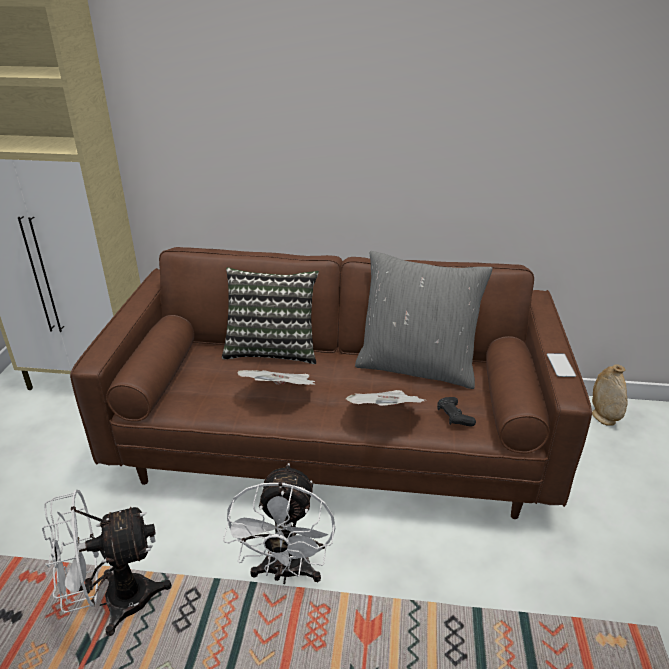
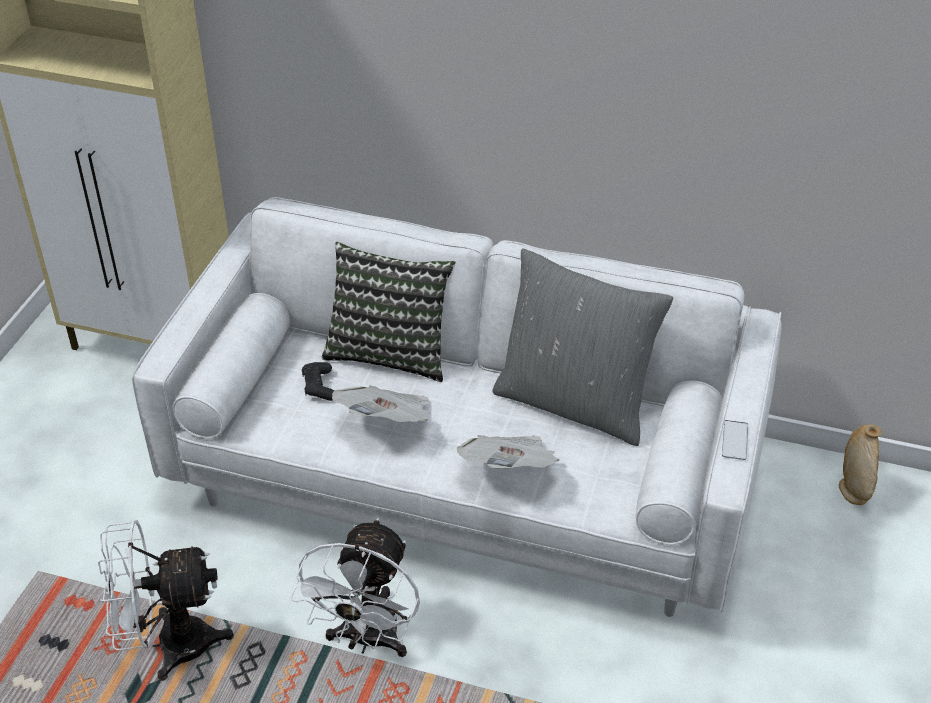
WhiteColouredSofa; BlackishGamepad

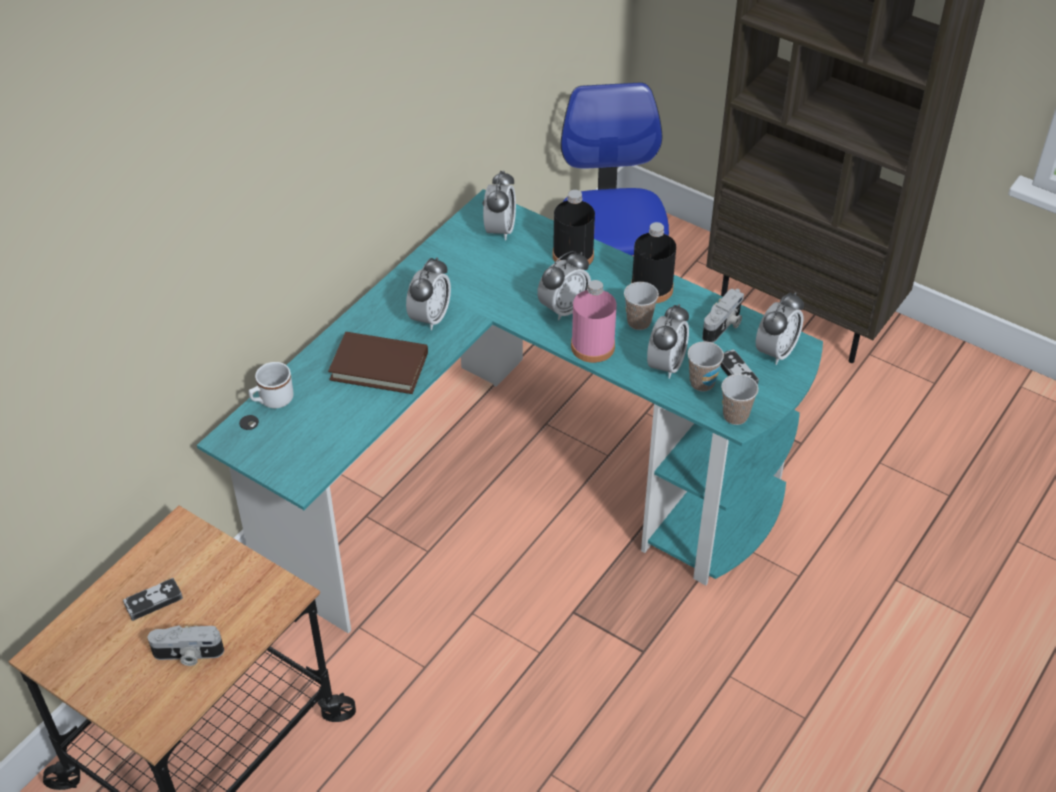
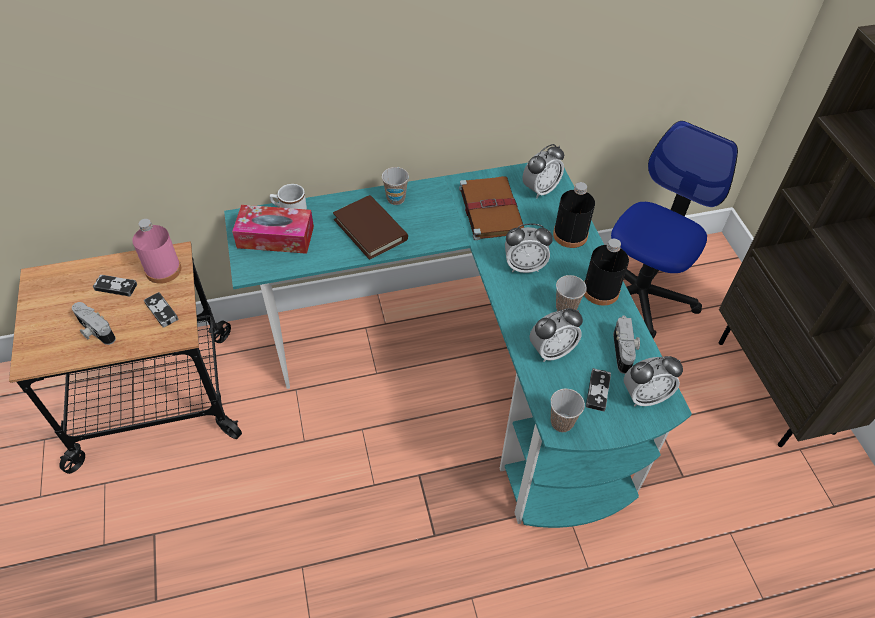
PinkColouredDrinkBottle; Gamepad (2nd from left); TissueBox; SmallCup (1st from left); BrownBoundBook (2nd from left); StillCamera (2nd from left); BedsideClock (1st from left in the first image)

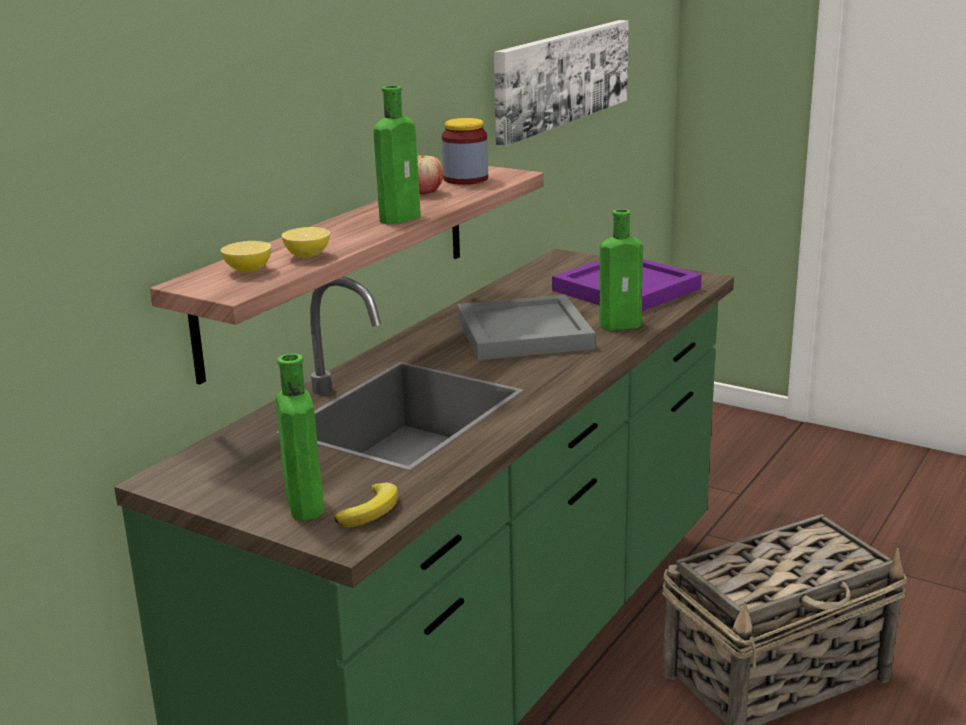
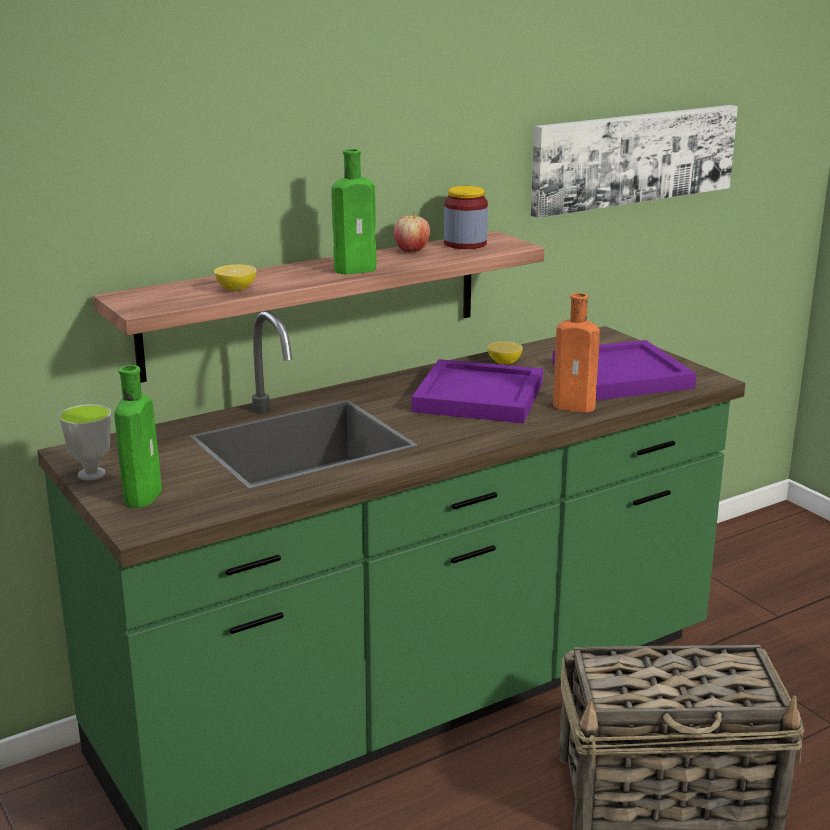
SmallCup; PurpleCarryingTray (1st from left); Lemon (2nd from left); OrangeyDrinkBottle; Banana

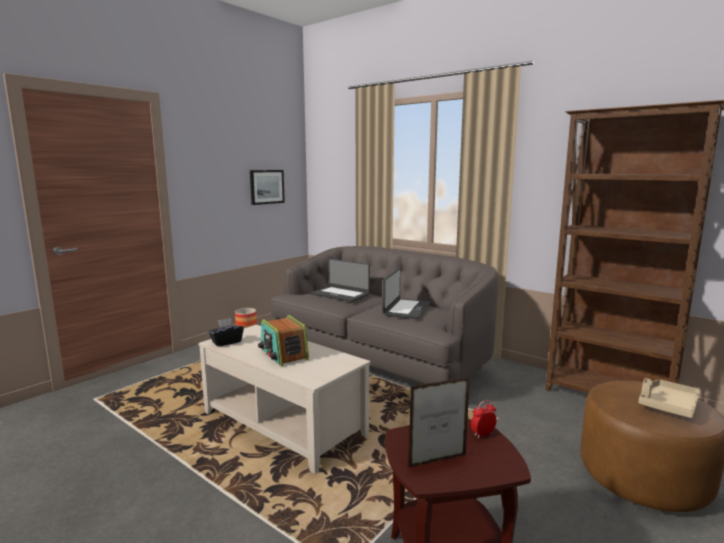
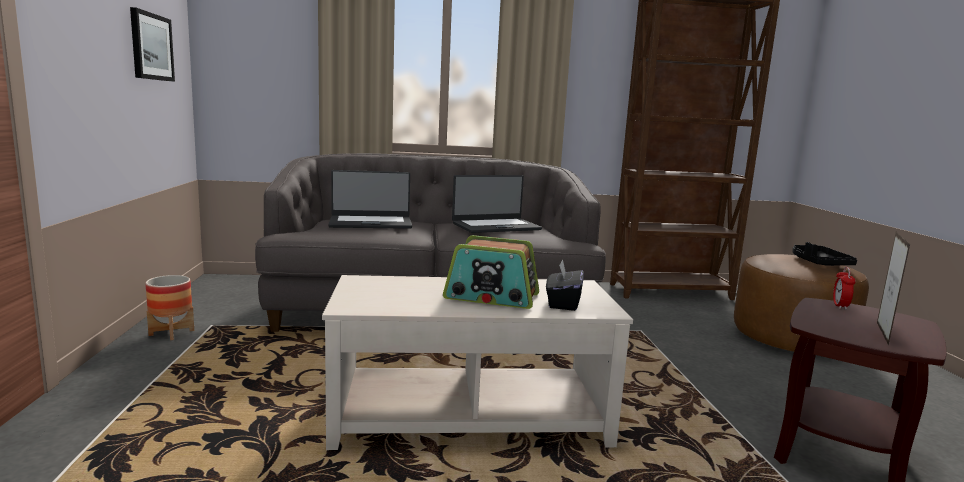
PortableComputer (2nd from left); BlackishTissueBox; BlackishCarryingTray

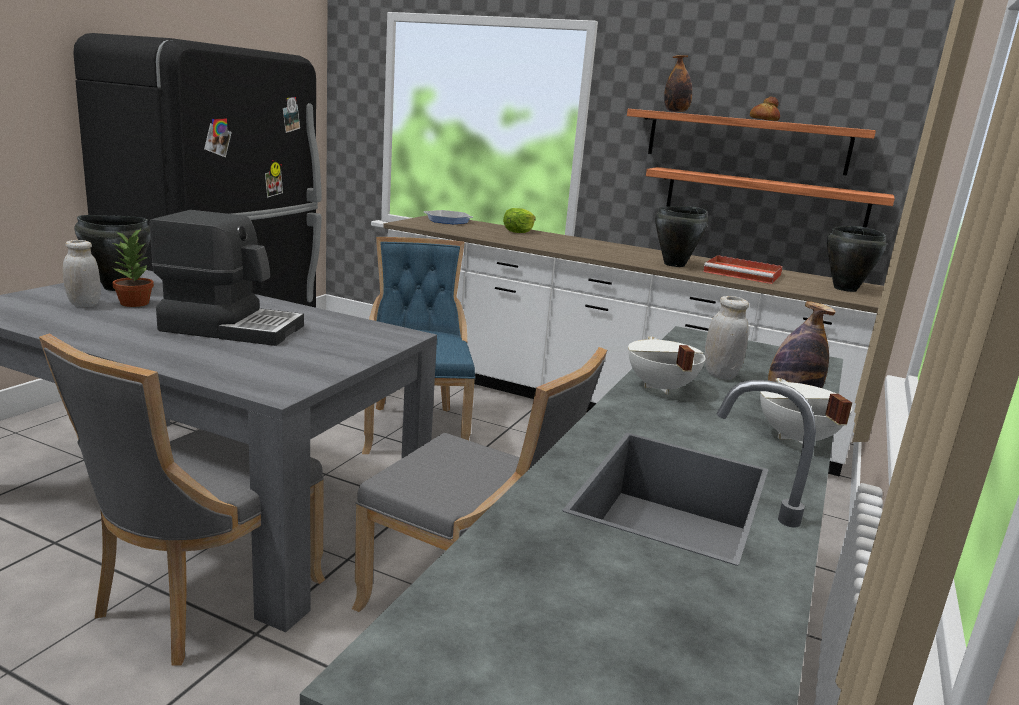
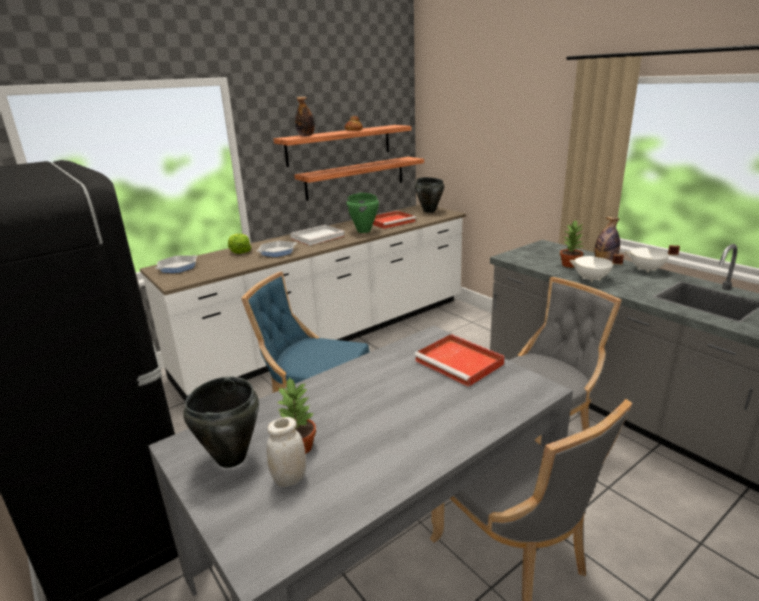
Skillet (2nd from left); WhiteColouredCarryingTray; GreenColouredCookingPot; ReddishCarryingTray (2nd from left); PlantInAPot (2nd from left); CoffeeMaker

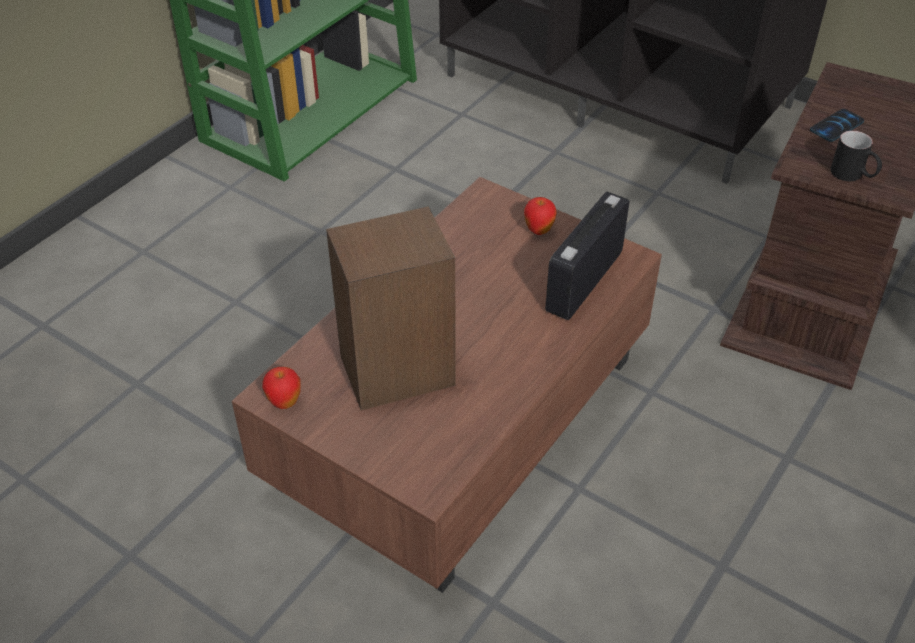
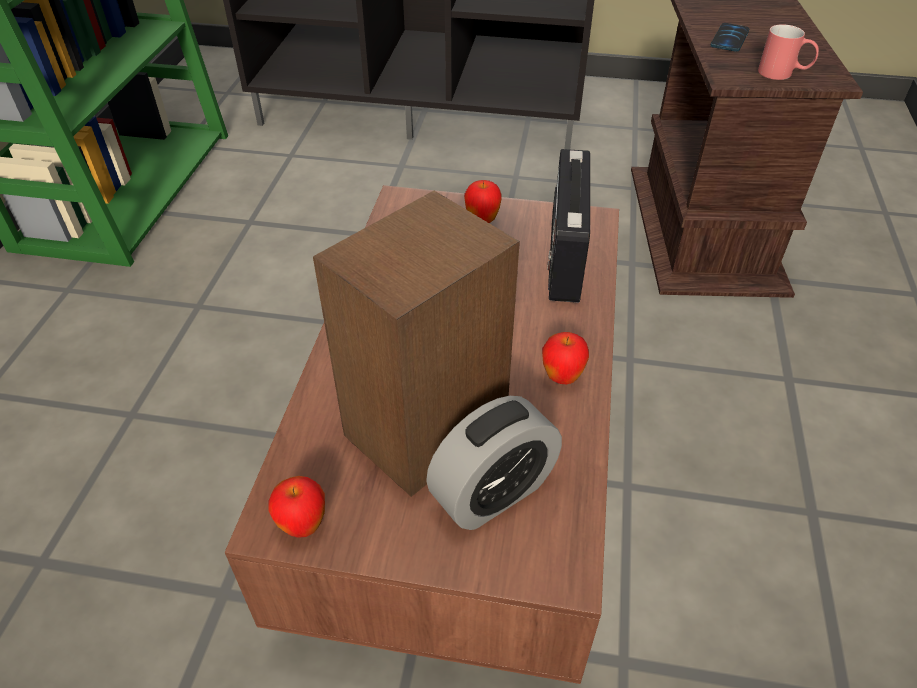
BedsideClock; Apple (3rd from left); ReddishMug

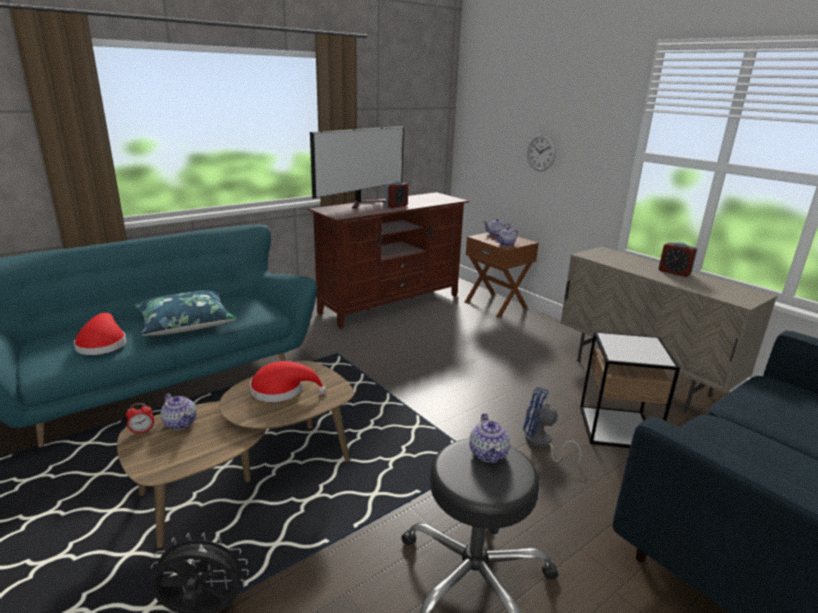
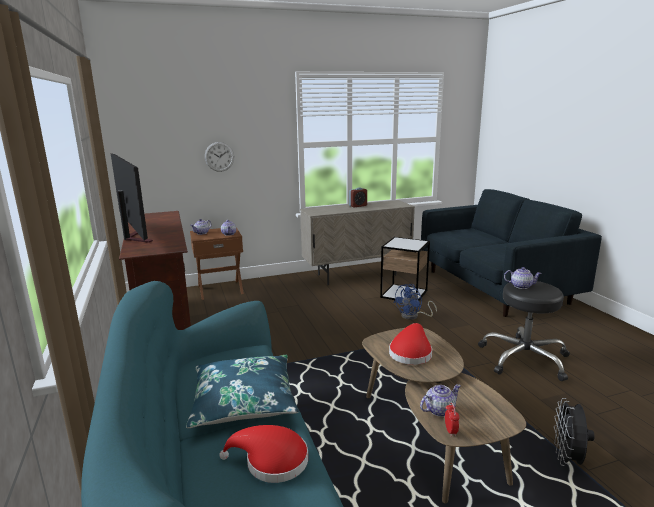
BedsideClock (2nd from left in the first image)

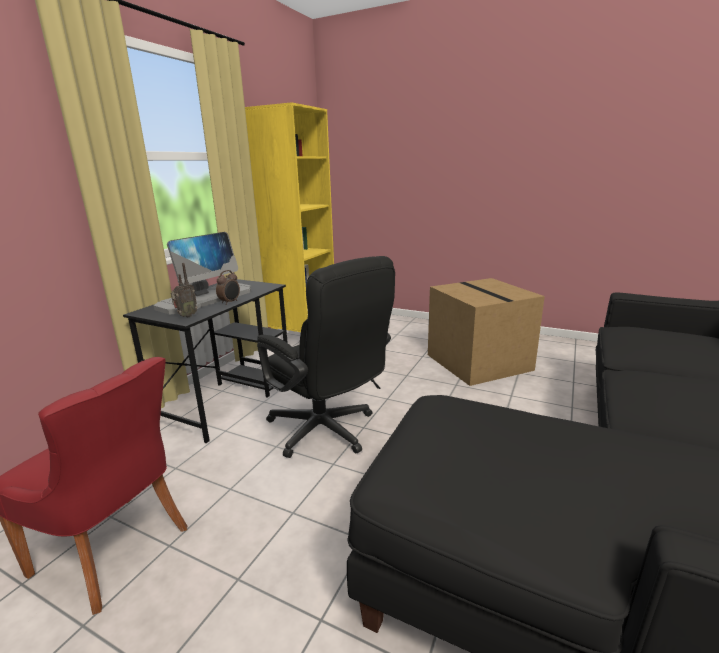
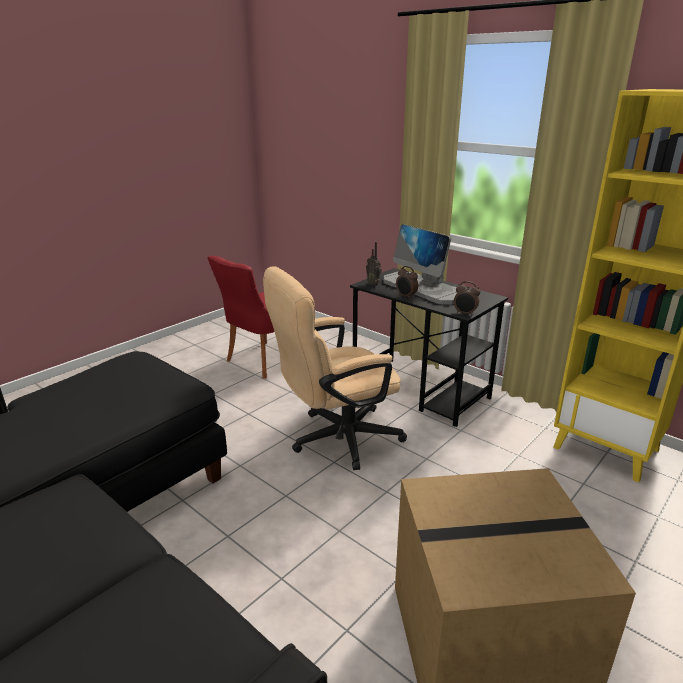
SandColouredDeskChair; BedsideClock (2nd from left)

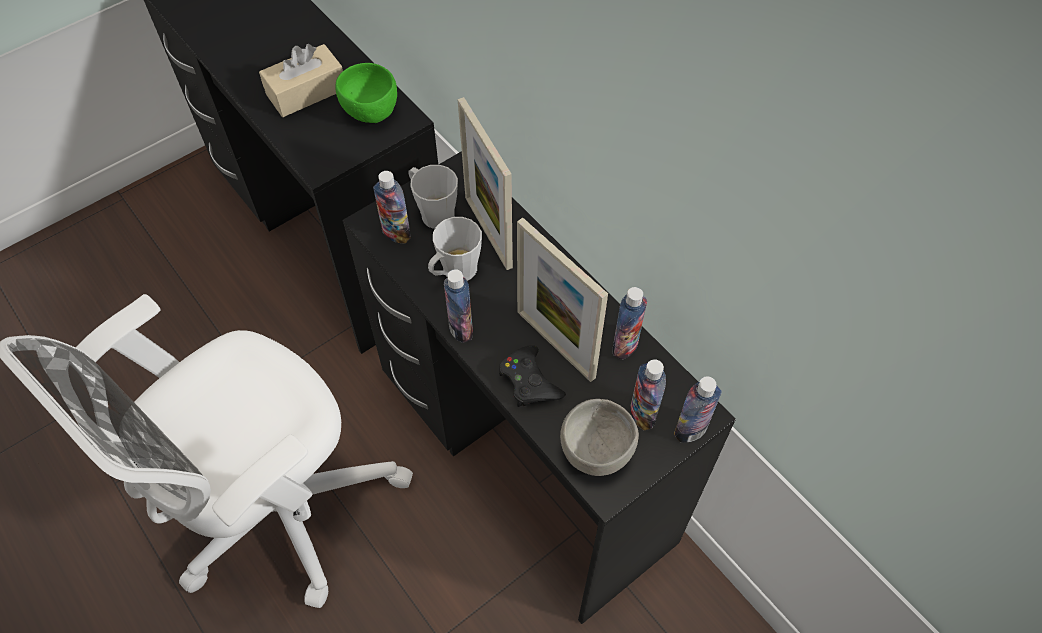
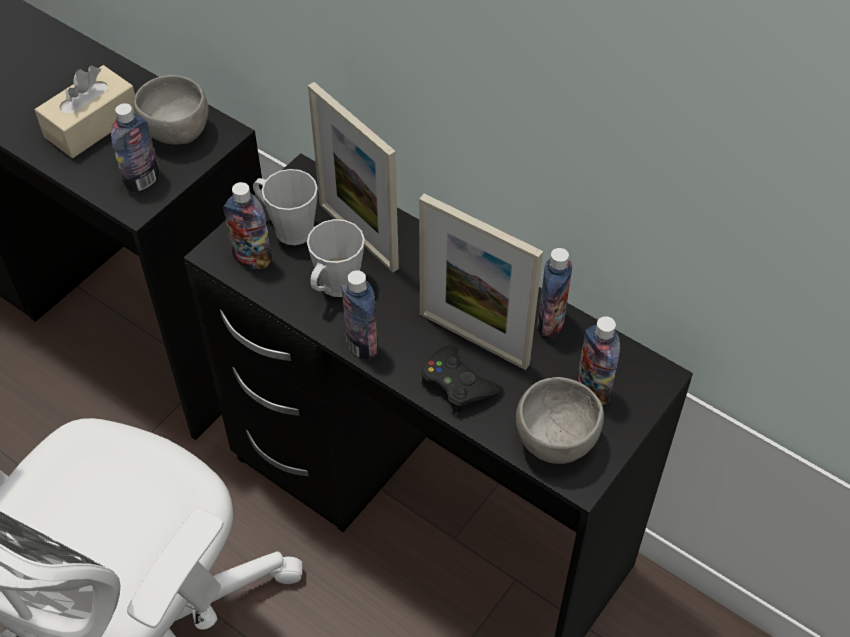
DrinkBottle (1st from left); GrayDeepDish (1st from left)

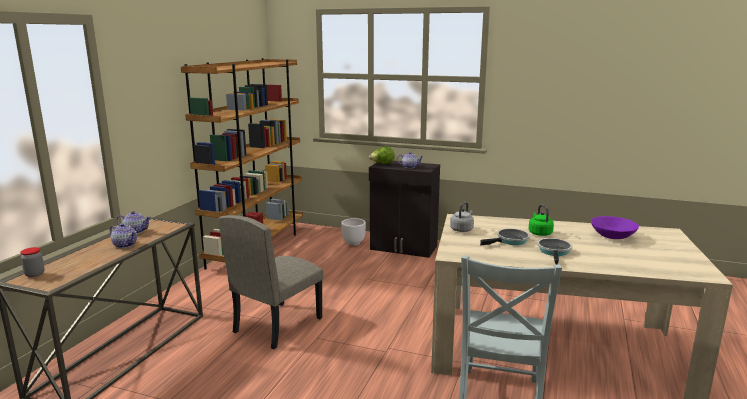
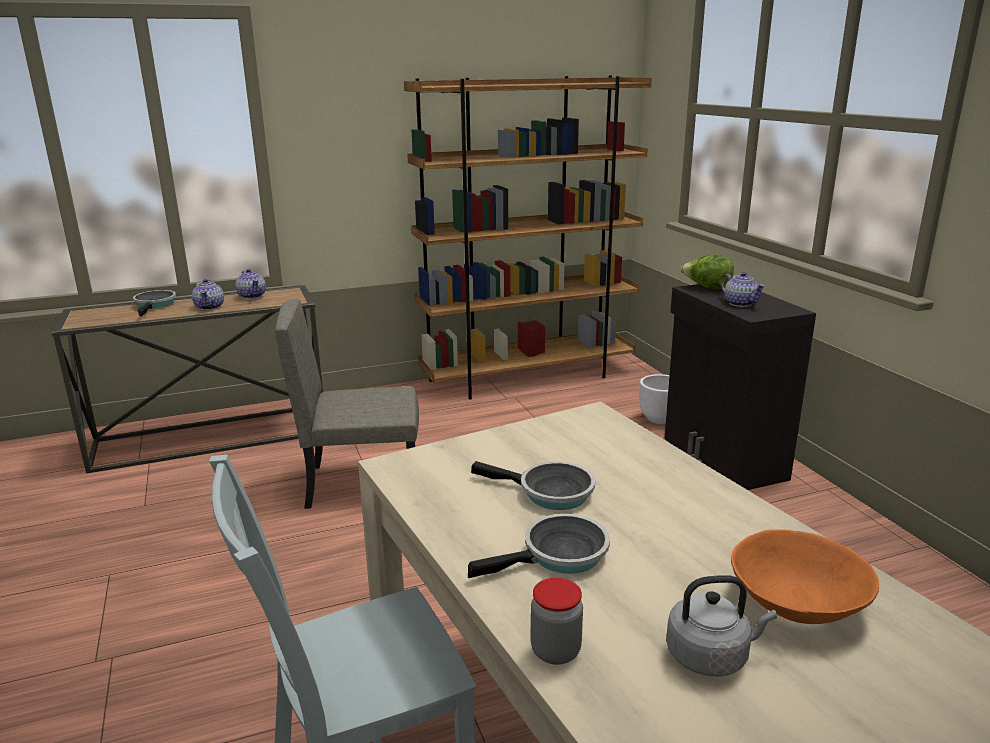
Skillet (1st from left); Jar; GrayKettle; OrangeyDeepDish; GreenColouredKettle

